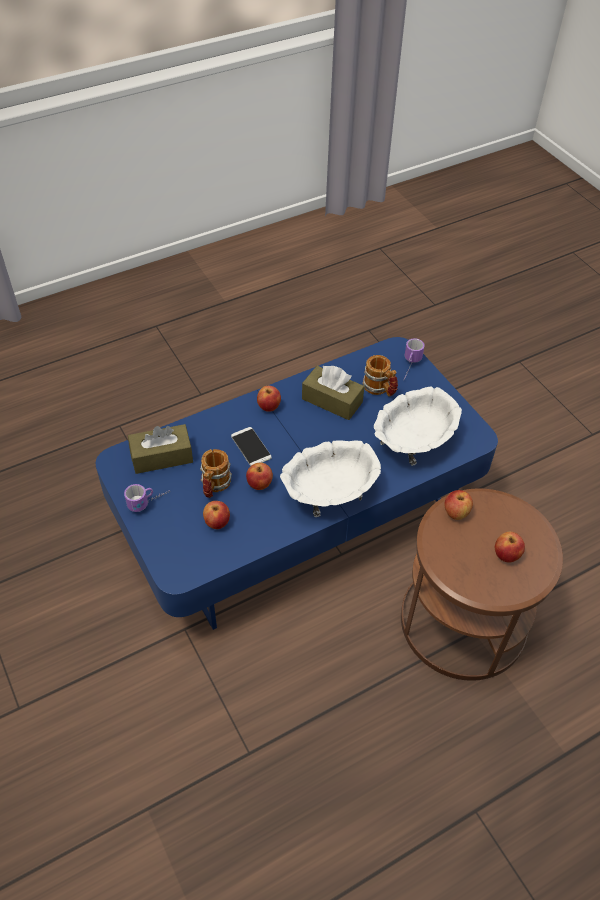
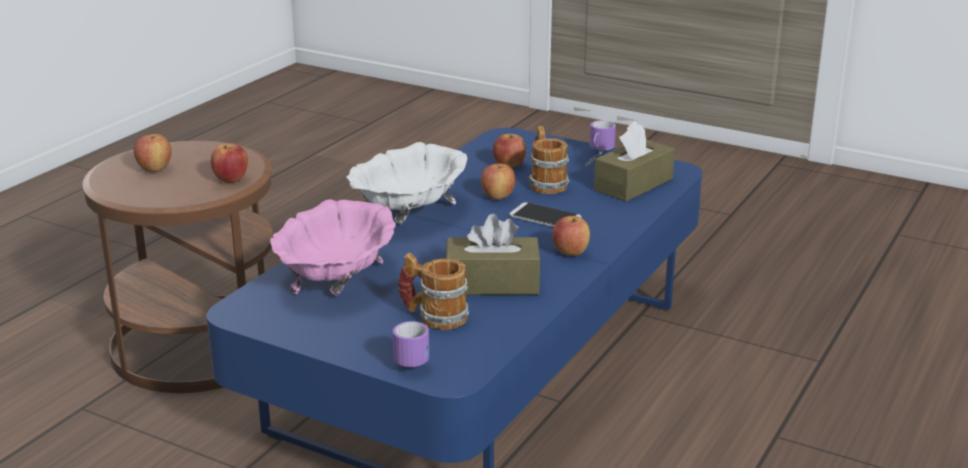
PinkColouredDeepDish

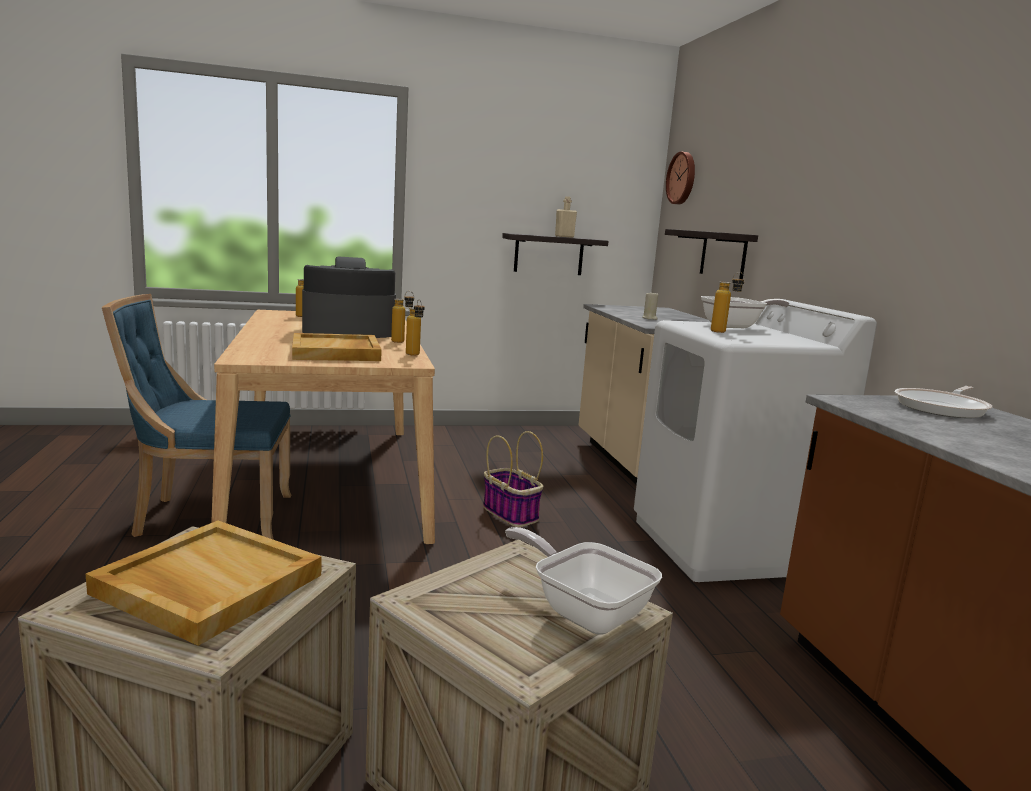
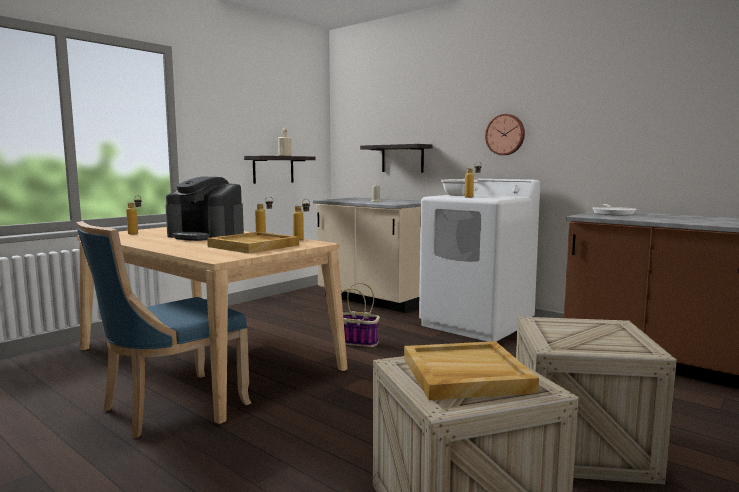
CoffeeMaker; HangingClock; Skillet (1st from left in the first image)

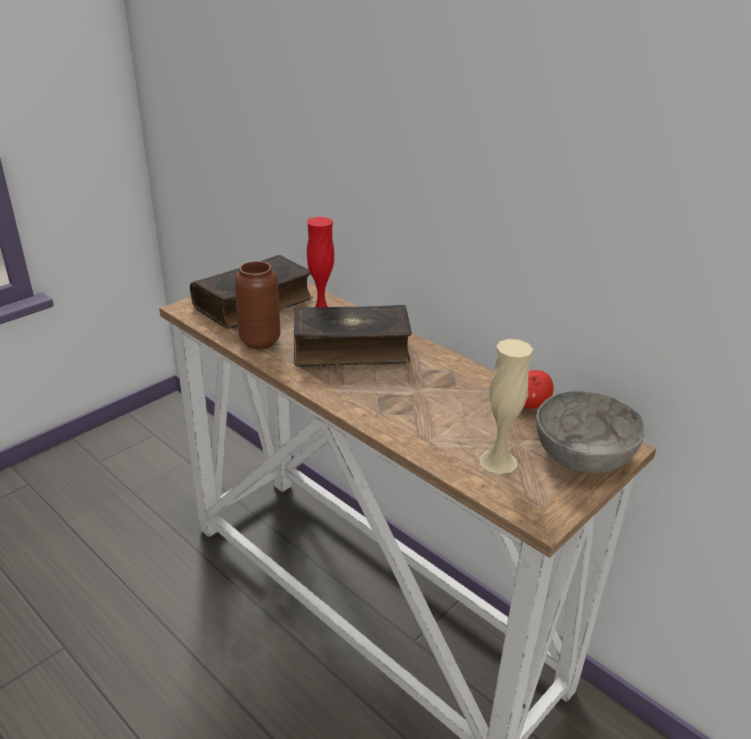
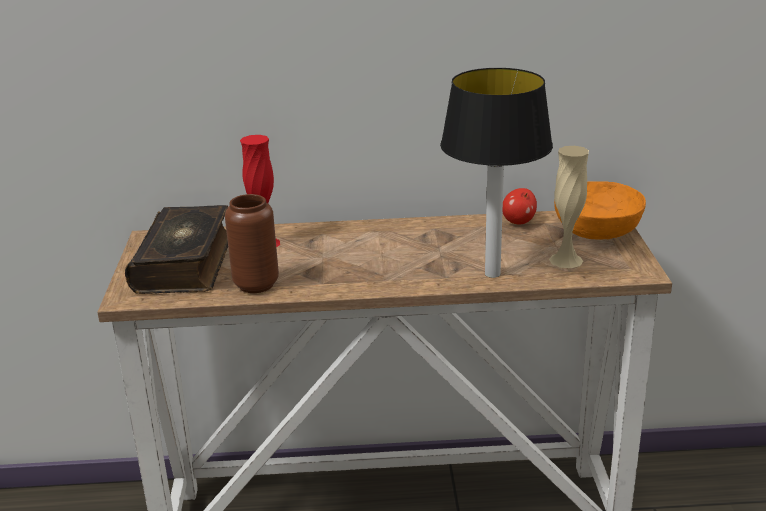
LampForATable; OrangeyDeepDish; BoundBook (2nd from left in the first image)

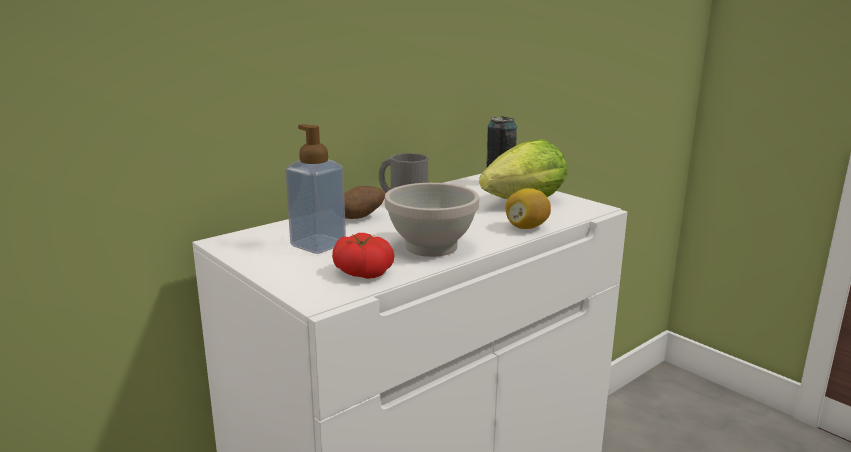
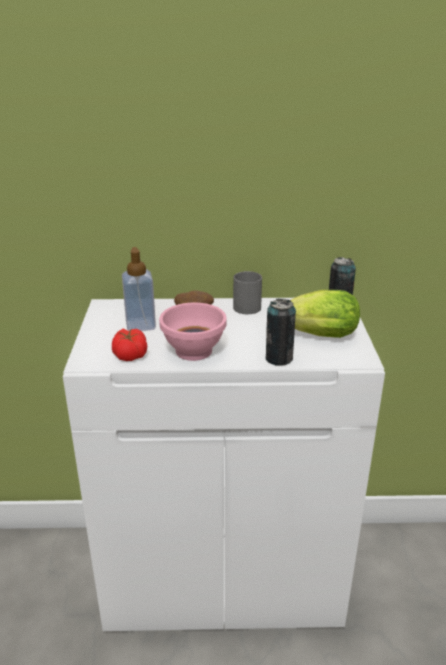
PinkColouredDeepDish; Can (1st from left)

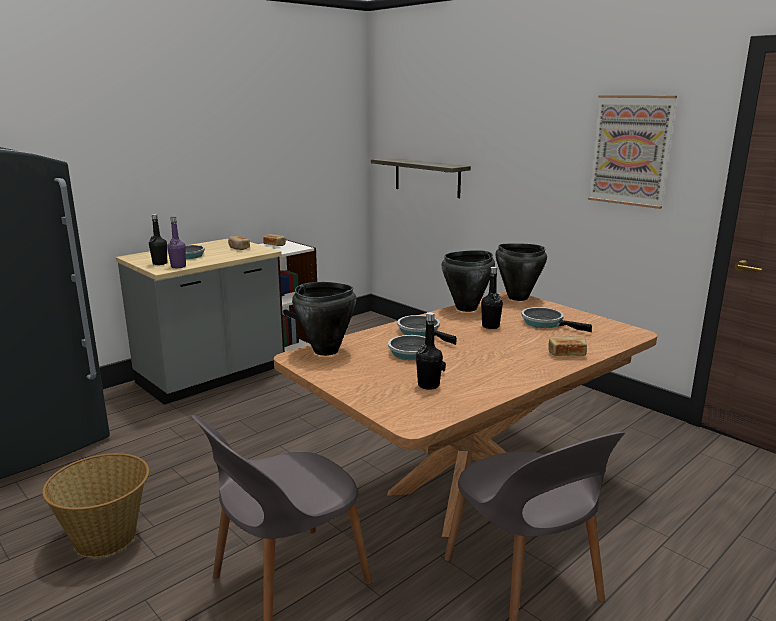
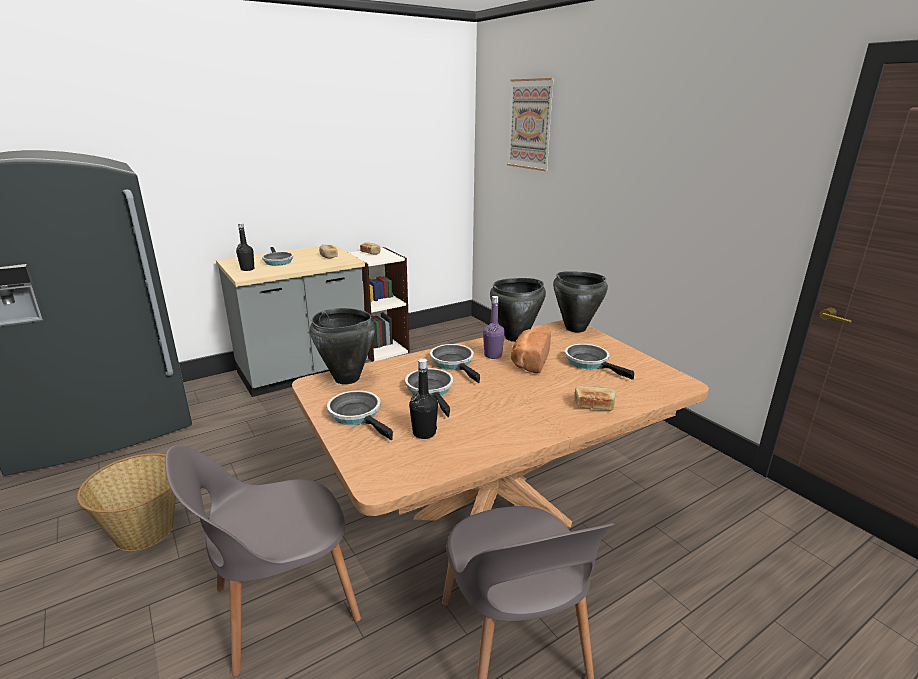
Skillet (2nd from left); PurpleDrinkBottle; WallPicture; BakedBread (3rd from left); BracketShelf

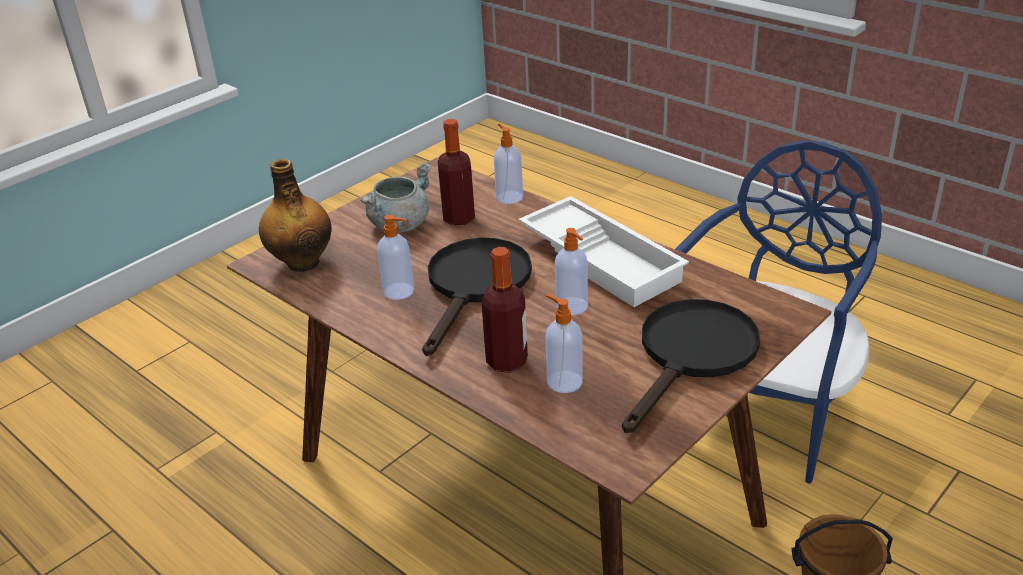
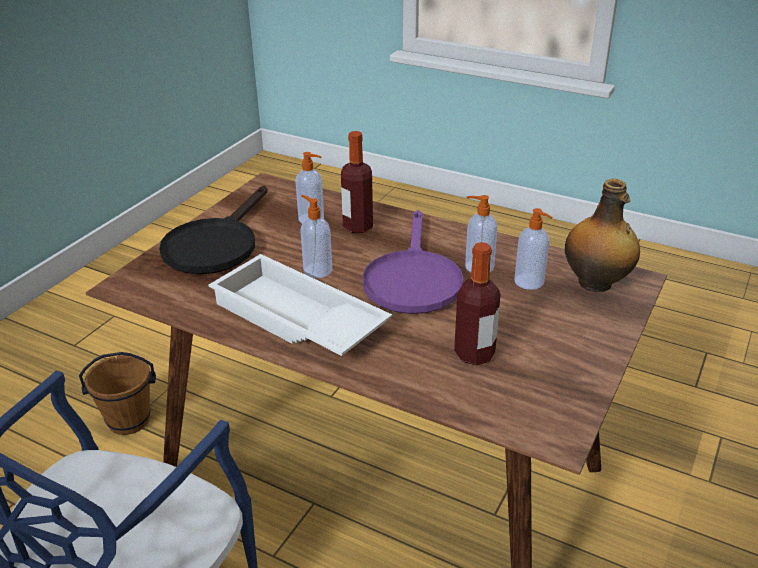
PurpleSkillet; SoapBottle (4th from left); GrayCookingPot

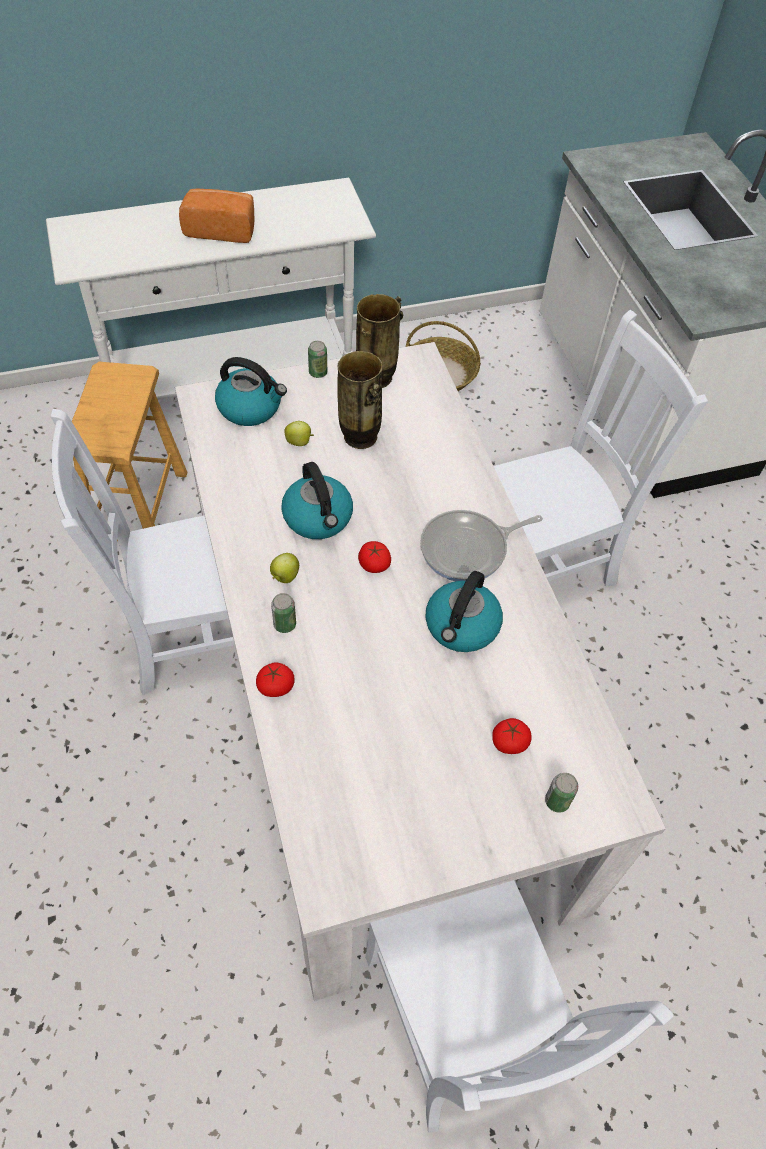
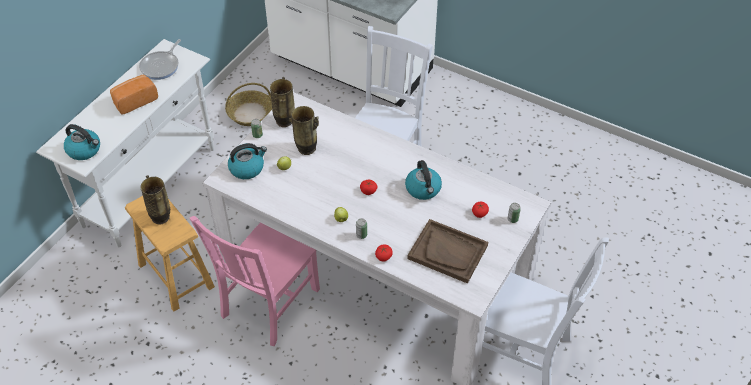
Kettle (1st from left); Skillet; FlowerVase (1st from left); PinkColouredChair; BrownCarryingTray

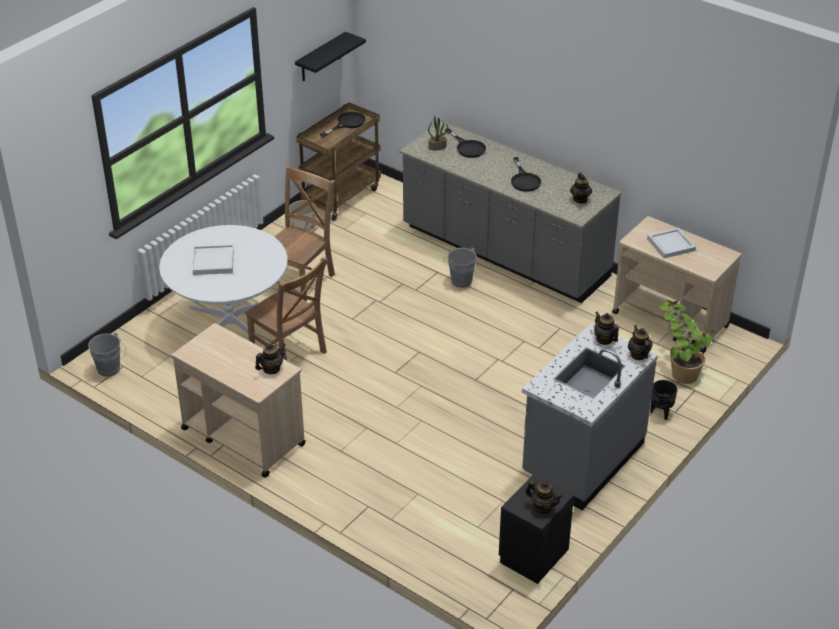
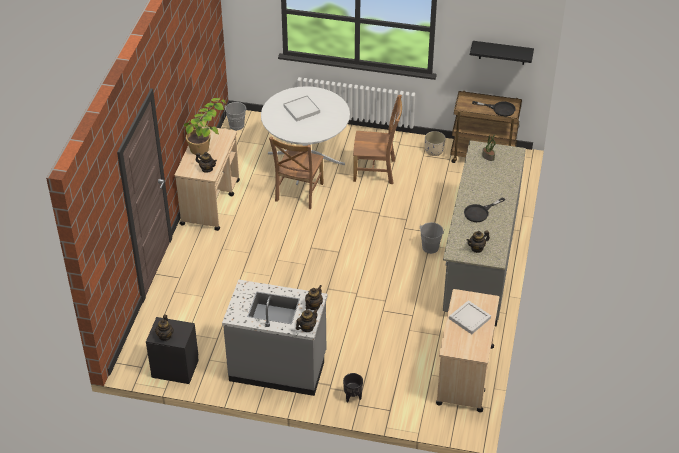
PlantInAPot (1st from left); BlackishSkillet (2nd from left in the first image)

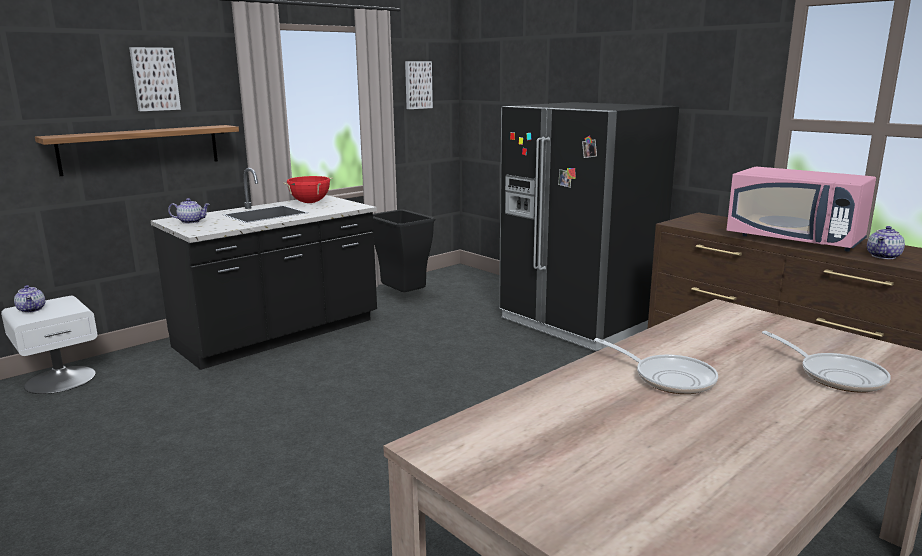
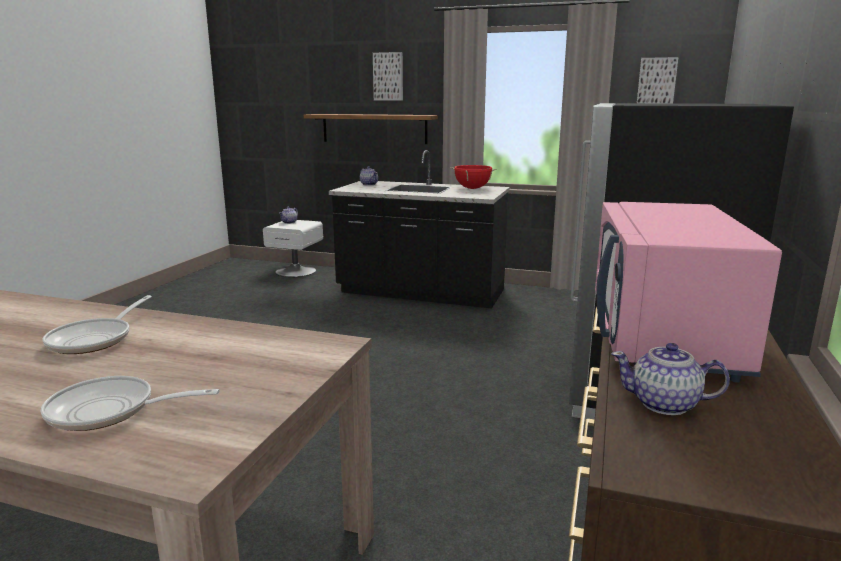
Skillet (2nd from left); BlackishTrashCan

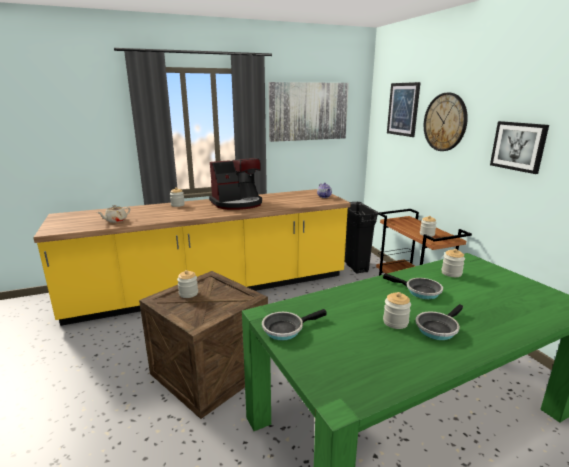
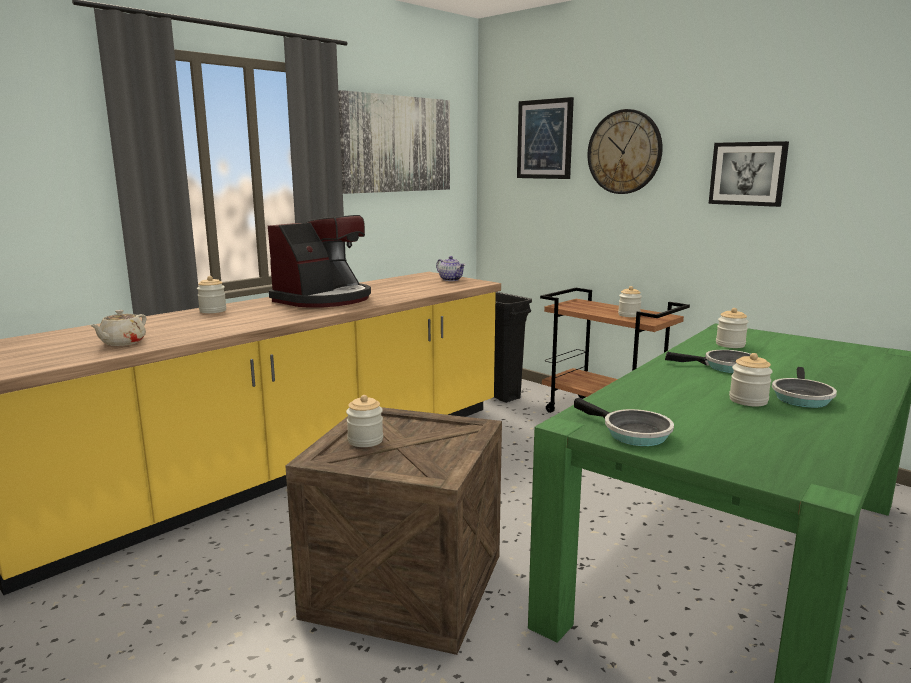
Skillet (1st from left)

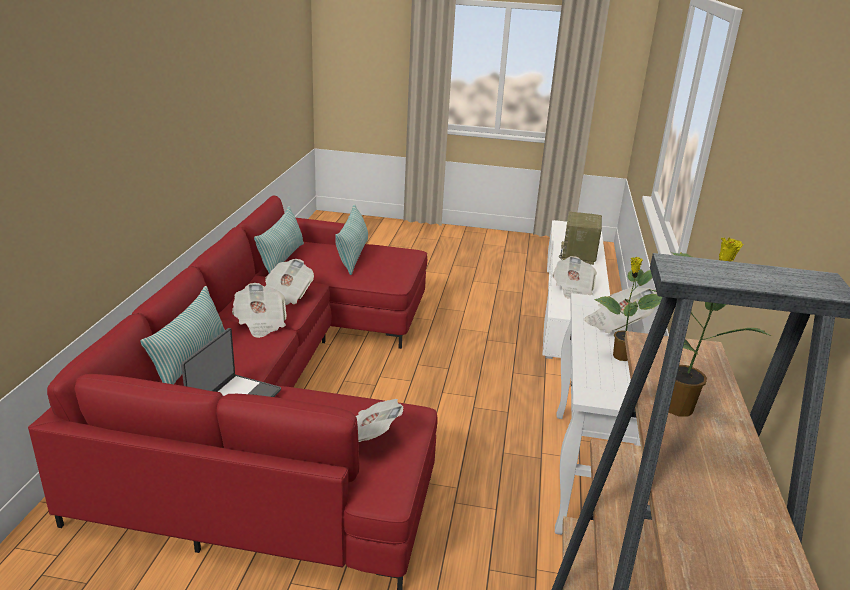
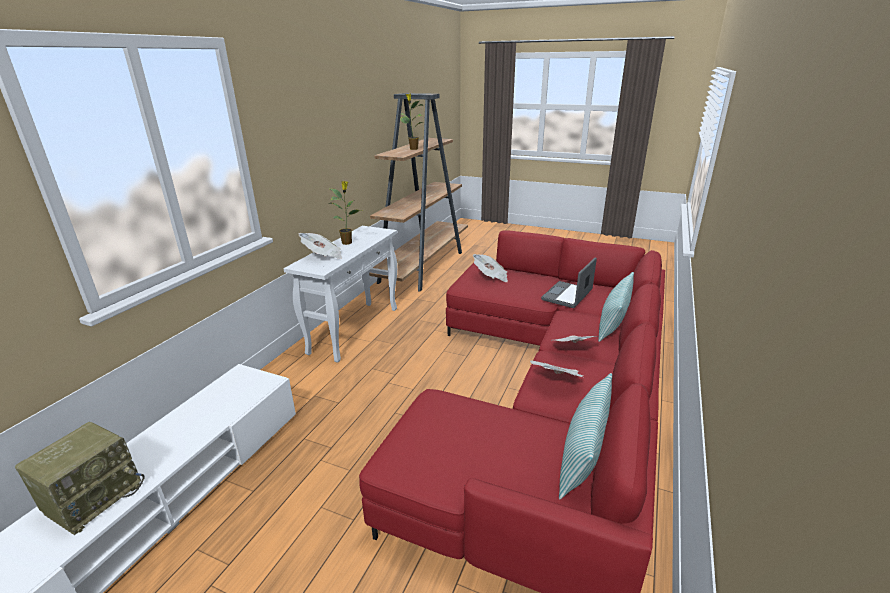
ThrowPillow (3rd from left in the first image); DailyPaper (4th from left in the first image)

